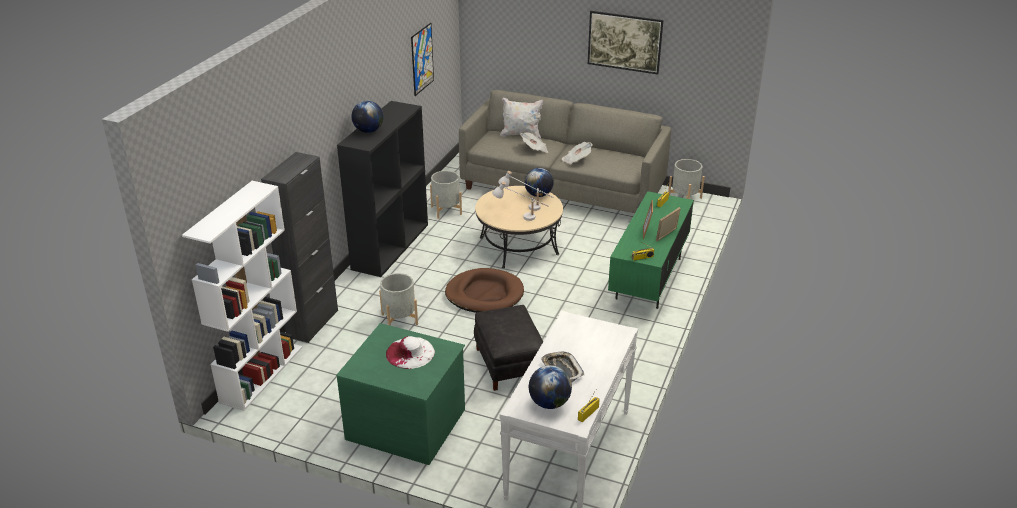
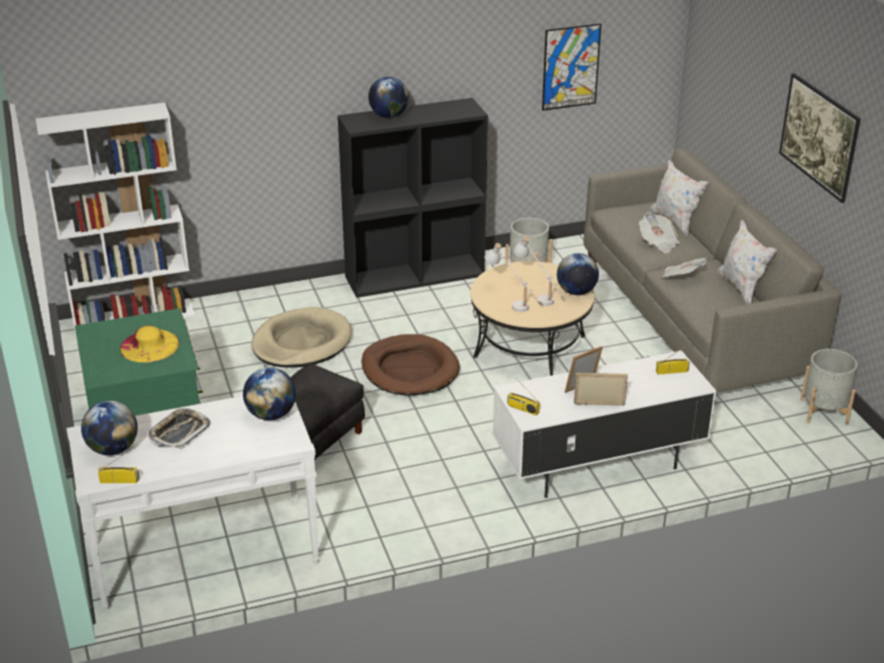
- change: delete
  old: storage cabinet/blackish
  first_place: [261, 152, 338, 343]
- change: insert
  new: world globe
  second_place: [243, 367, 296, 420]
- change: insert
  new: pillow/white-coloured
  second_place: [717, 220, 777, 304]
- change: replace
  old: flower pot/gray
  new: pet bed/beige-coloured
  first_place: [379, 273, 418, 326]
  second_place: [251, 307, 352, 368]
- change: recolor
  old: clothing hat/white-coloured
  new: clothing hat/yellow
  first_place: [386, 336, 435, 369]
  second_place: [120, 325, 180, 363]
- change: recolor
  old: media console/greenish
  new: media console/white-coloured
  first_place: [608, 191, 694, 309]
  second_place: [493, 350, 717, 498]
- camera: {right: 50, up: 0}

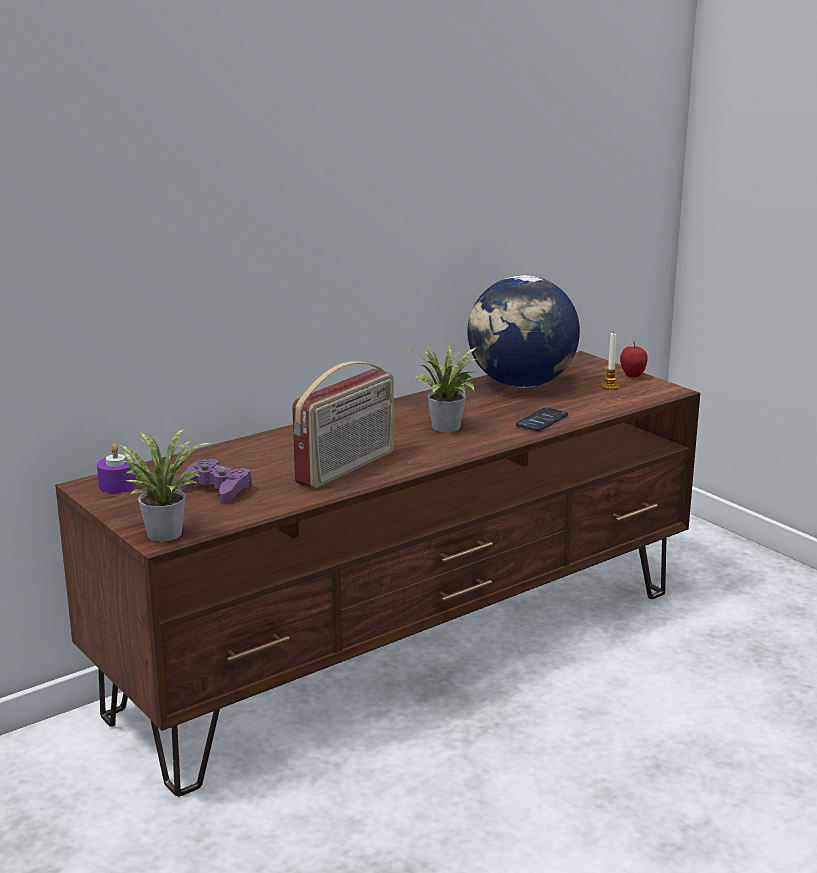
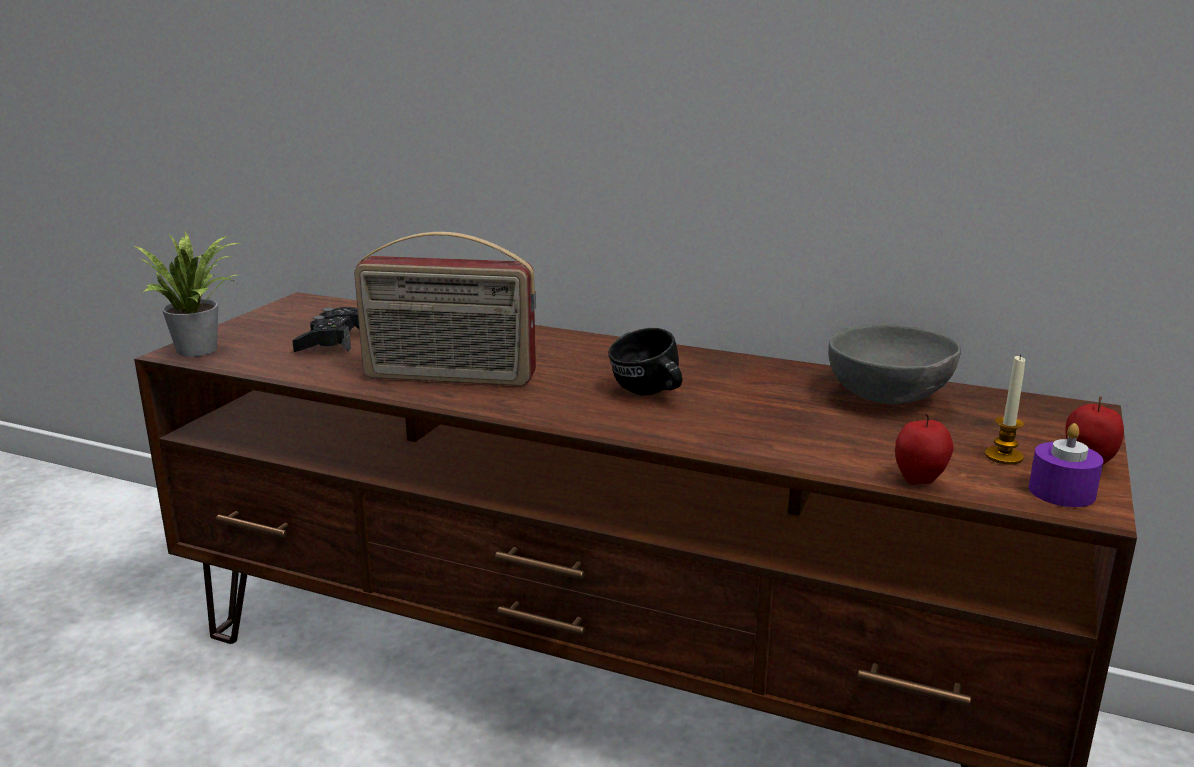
- change: delete
  old: handset
  first_place: [516, 408, 568, 431]
- change: insert
  new: whole apple
  second_place: [895, 414, 953, 485]
- change: move
  old: wax candle/purple
  first_place: [97, 444, 137, 493]
  second_place: [1029, 423, 1104, 507]
- change: replace
  old: houseplant
  new: tea mug/blackish
  first_place: [403, 343, 477, 432]
  second_place: [608, 328, 682, 396]
- change: replace
  old: world globe
  new: serving bowl/gray
  first_place: [467, 275, 580, 388]
  second_place: [828, 324, 961, 404]
- change: recolor
  old: joypad/purple
  new: joypad/blackish
  first_place: [180, 459, 252, 504]
  second_place: [292, 307, 359, 352]
- camera: {right: 60, up: 0}

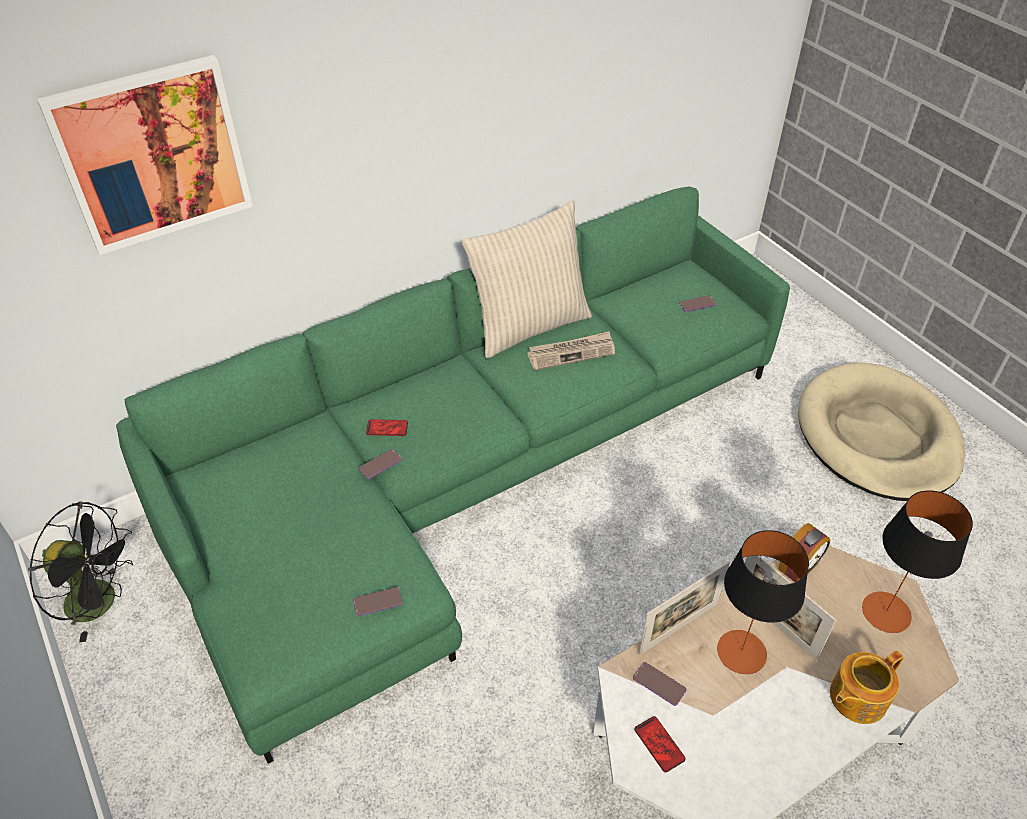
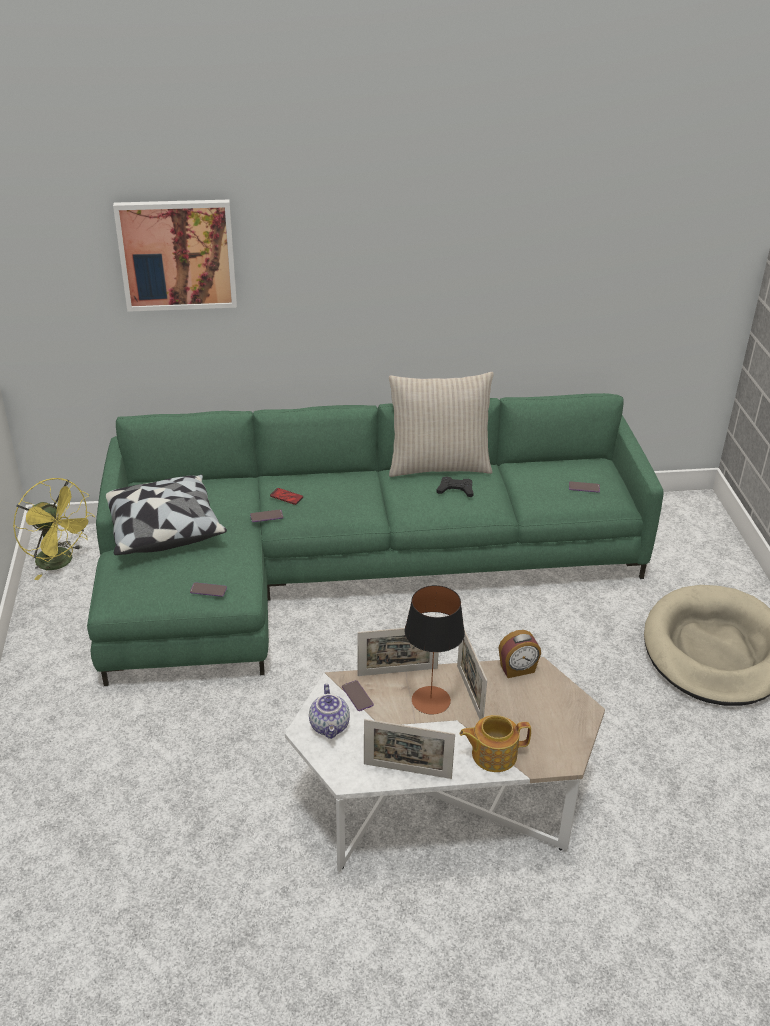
- change: delete
  old: tabletop lamp
  first_place: [862, 490, 973, 633]
- change: insert
  new: pillow
  second_place: [106, 474, 227, 555]
- change: insert
  new: picture frame
  second_place: [364, 719, 455, 779]
- change: replace
  old: printed paper
  new: joypad/blackish
  first_place: [527, 331, 615, 370]
  second_place: [436, 476, 474, 497]
- change: replace
  old: handset
  new: teapot
  first_place: [635, 716, 686, 772]
  second_place: [309, 684, 350, 739]
- change: recolor
  old: electric fan/blackish
  new: electric fan/yellow
  first_place: [28, 502, 133, 642]
  second_place: [13, 478, 95, 580]
- camera: {right: 25, up: -10}

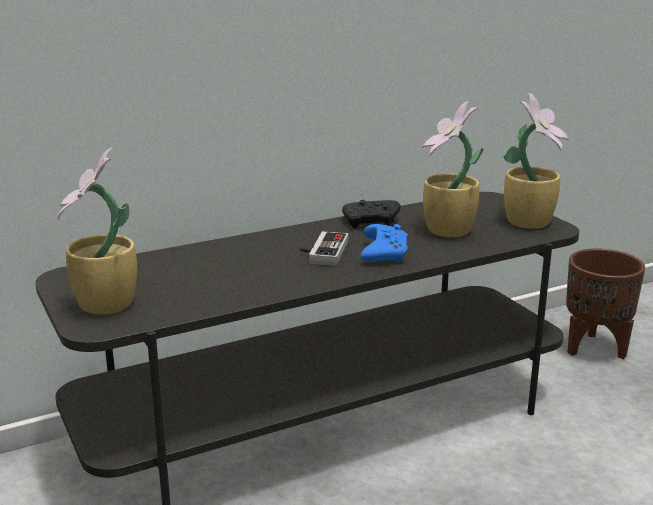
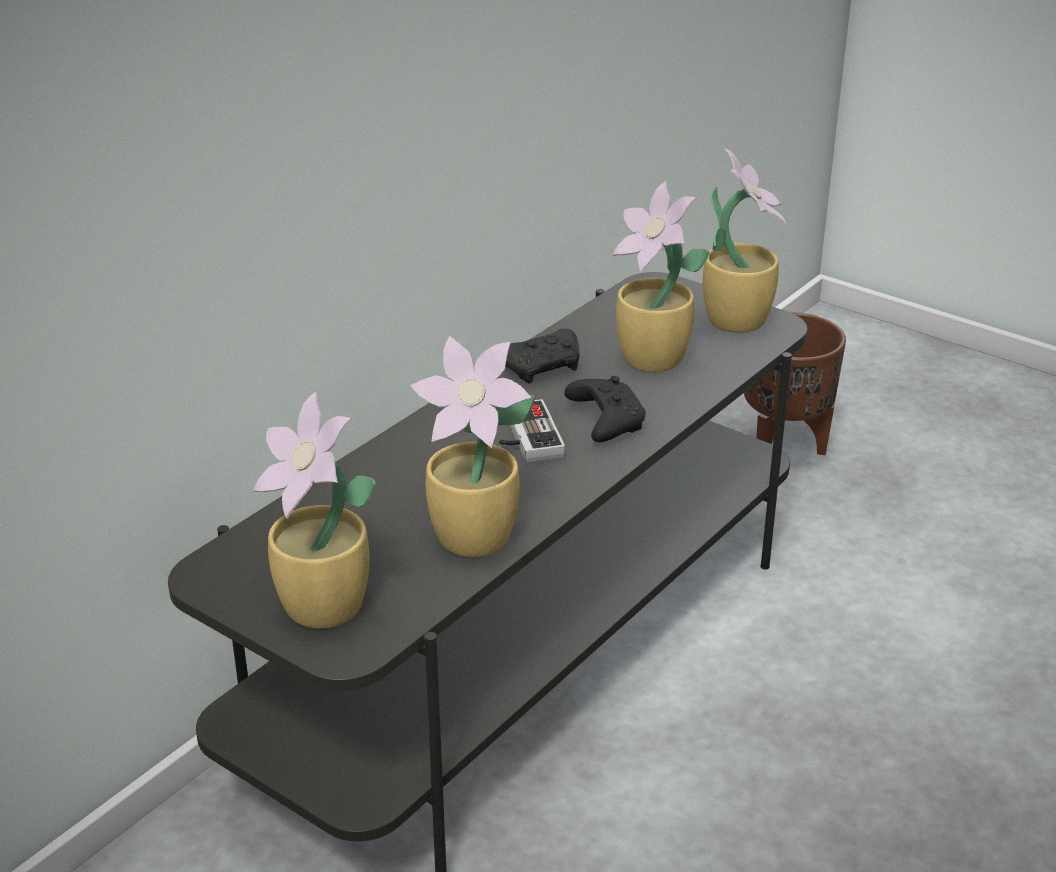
- change: insert
  new: houseplant
  second_place: [410, 336, 536, 557]
- change: recolor
  old: joypad/blue
  new: joypad/blackish
  first_place: [361, 224, 408, 262]
  second_place: [564, 376, 646, 442]
- camera: {right: -25, up: 10}

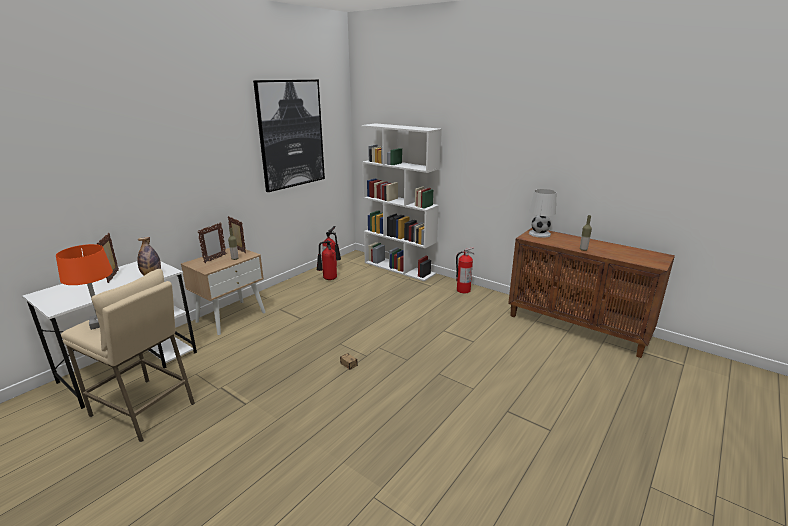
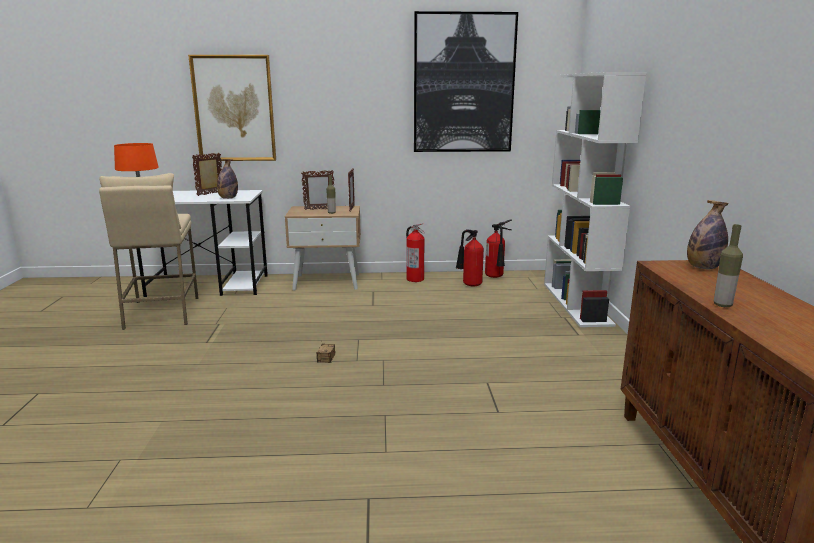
- change: insert
  new: wall picture
  second_place: [188, 55, 276, 161]
- change: move
  old: fire extinguisher
  first_place: [456, 247, 475, 293]
  second_place: [406, 224, 425, 282]
- change: replace
  old: tabletop lamp/white-coloured
  new: drink bottle
  first_place: [529, 189, 556, 238]
  second_place: [687, 200, 729, 269]
- camera: {right: 50, up: -5}

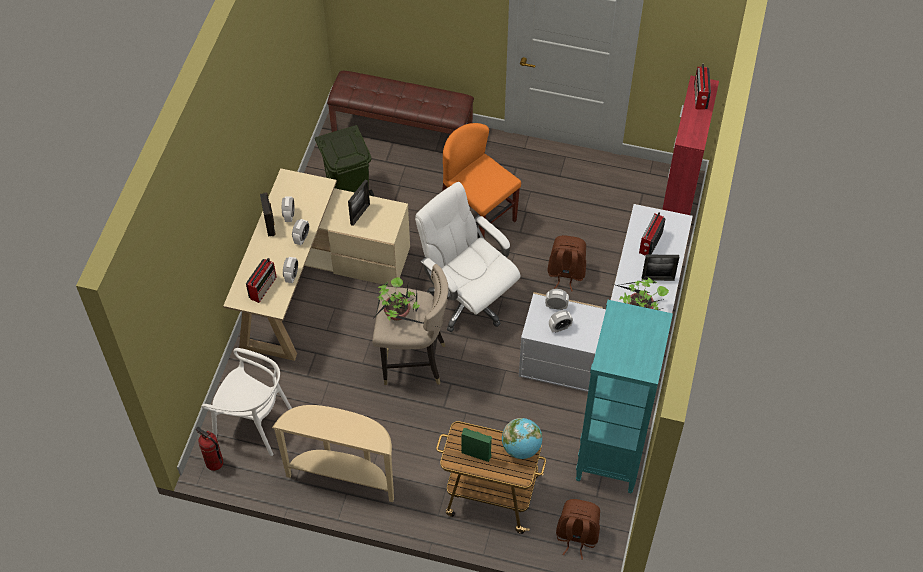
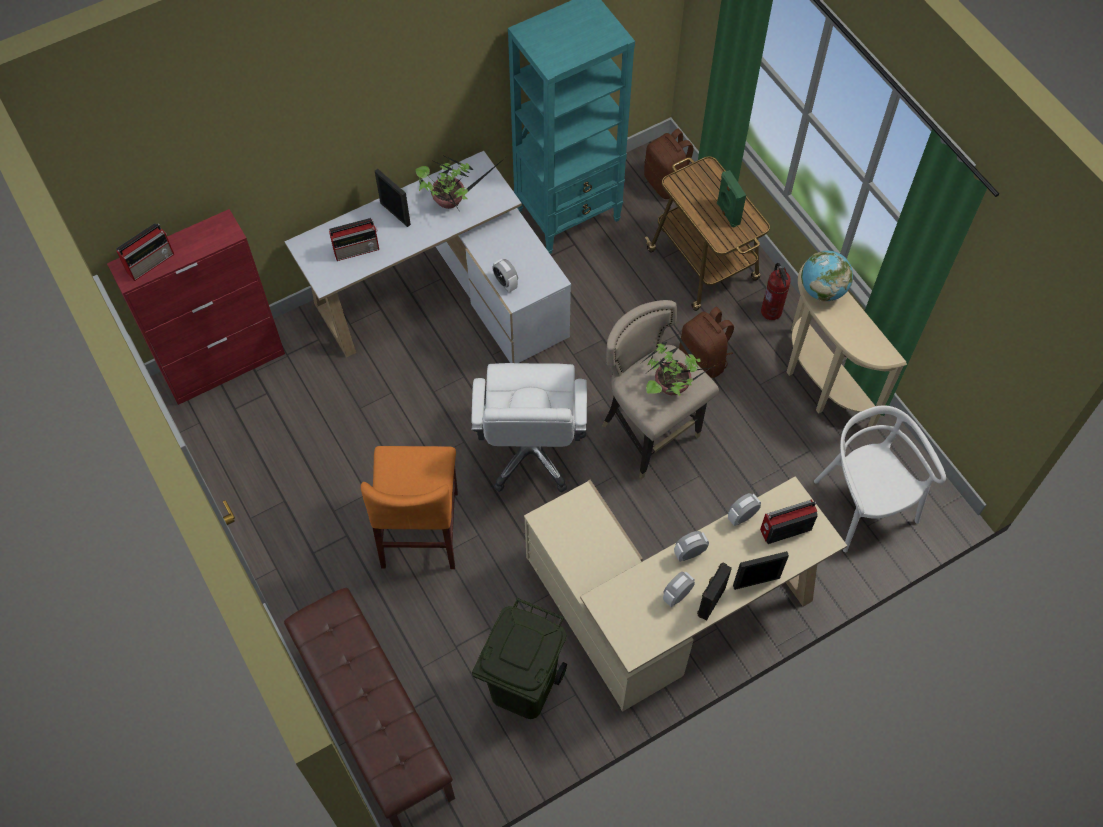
- change: delete
  old: bedside clock
  first_place: [549, 310, 573, 333]
- change: move
  old: fire extinguisher
  first_place: [196, 427, 224, 471]
  second_place: [761, 263, 791, 320]
- change: move
  old: picture frame
  first_place: [348, 180, 370, 226]
  second_place: [733, 551, 789, 590]
- change: move
  old: world globe
  first_place: [502, 418, 542, 459]
  second_place: [801, 251, 853, 301]
- change: move
  old: backpack/brown
  first_place: [548, 235, 586, 292]
  second_place: [679, 307, 734, 378]
- camera: {right: -135, up: 5}

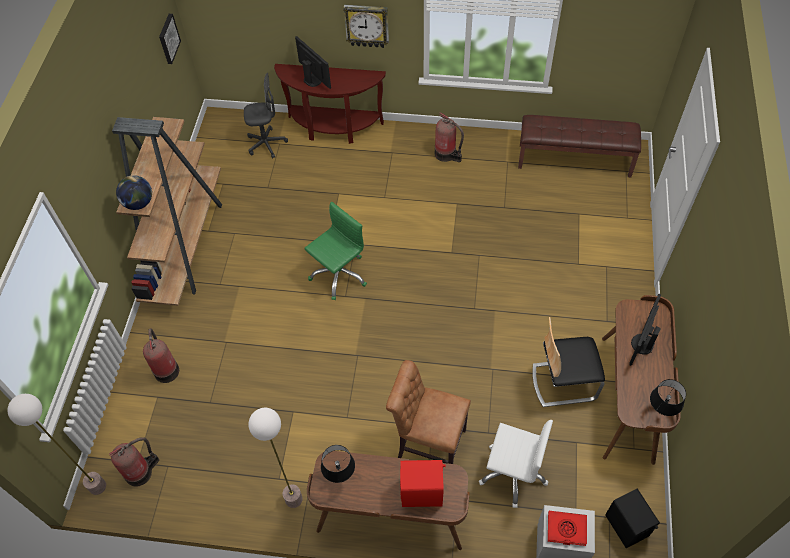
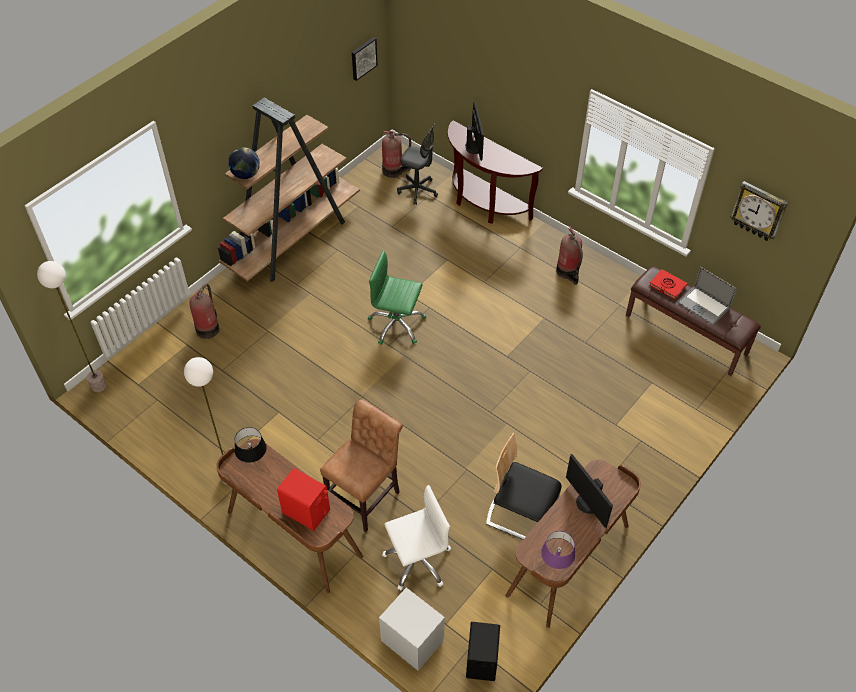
- change: insert
  new: portable computer
  second_place: [678, 267, 737, 325]
- change: move
  old: fire extinguisher
  first_place: [109, 437, 159, 487]
  second_place: [382, 131, 411, 178]
- change: move
  old: clock on the wall
  first_place: [343, 5, 389, 48]
  second_place: [730, 181, 788, 241]
- change: move
  old: volume/red
  first_place: [548, 511, 587, 546]
  second_place: [649, 269, 688, 299]
- change: recolor
  old: tabletop lamp/blackish
  new: tabletop lamp/purple
  first_place: [650, 379, 686, 416]
  second_place: [541, 531, 576, 569]
- change: rotate
  old: office chair/greenish
  first_place: [304, 202, 367, 300]
  second_place: [368, 251, 426, 345]
  degrees: -150
- change: rotate
  old: chair/brown
  first_place: [386, 360, 471, 464]
  second_place: [320, 399, 403, 532]
  degrees: 75
- change: rotate
  old: office chair/white-coloured
  first_place: [479, 420, 553, 508]
  second_place: [382, 485, 451, 591]
  degrees: -75
- change: rotate
  old: computer screen
  first_place: [629, 294, 661, 366]
  second_place: [566, 454, 613, 528]
  degrees: -90
- camera: {right: 30, up: -5}

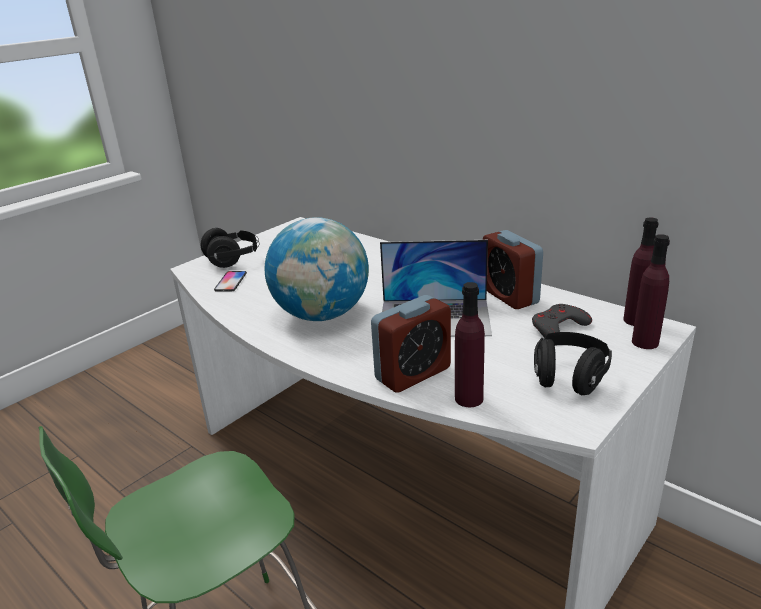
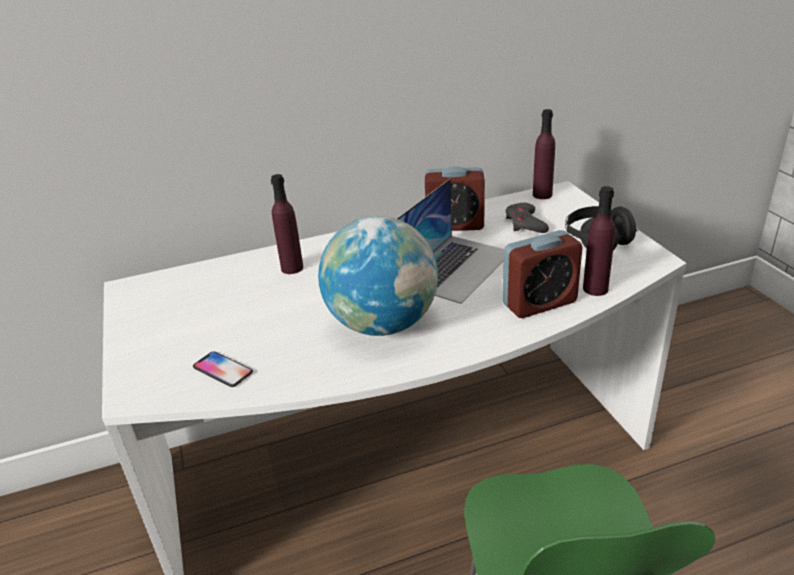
- change: delete
  old: headset/blackish
  first_place: [201, 228, 259, 268]
- change: move
  old: drink bottle/purple
  first_place: [632, 234, 670, 349]
  second_place: [271, 174, 303, 274]
- change: rotate
  old: bedside clock
  first_place: [371, 295, 451, 392]
  second_place: [502, 230, 582, 318]
  degrees: 75
- camera: {right: -60, up: 5}

